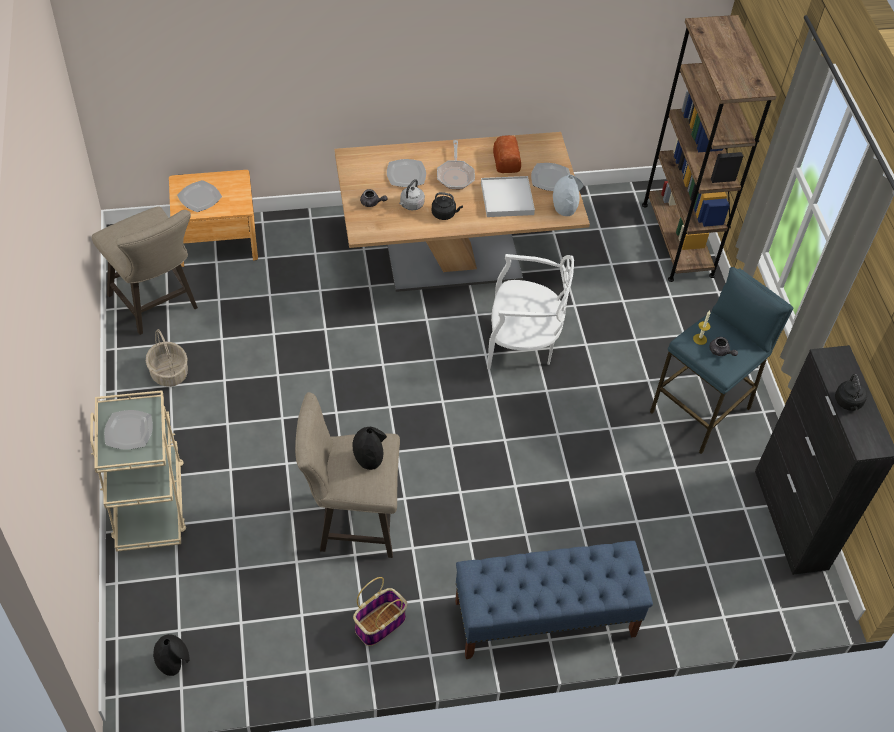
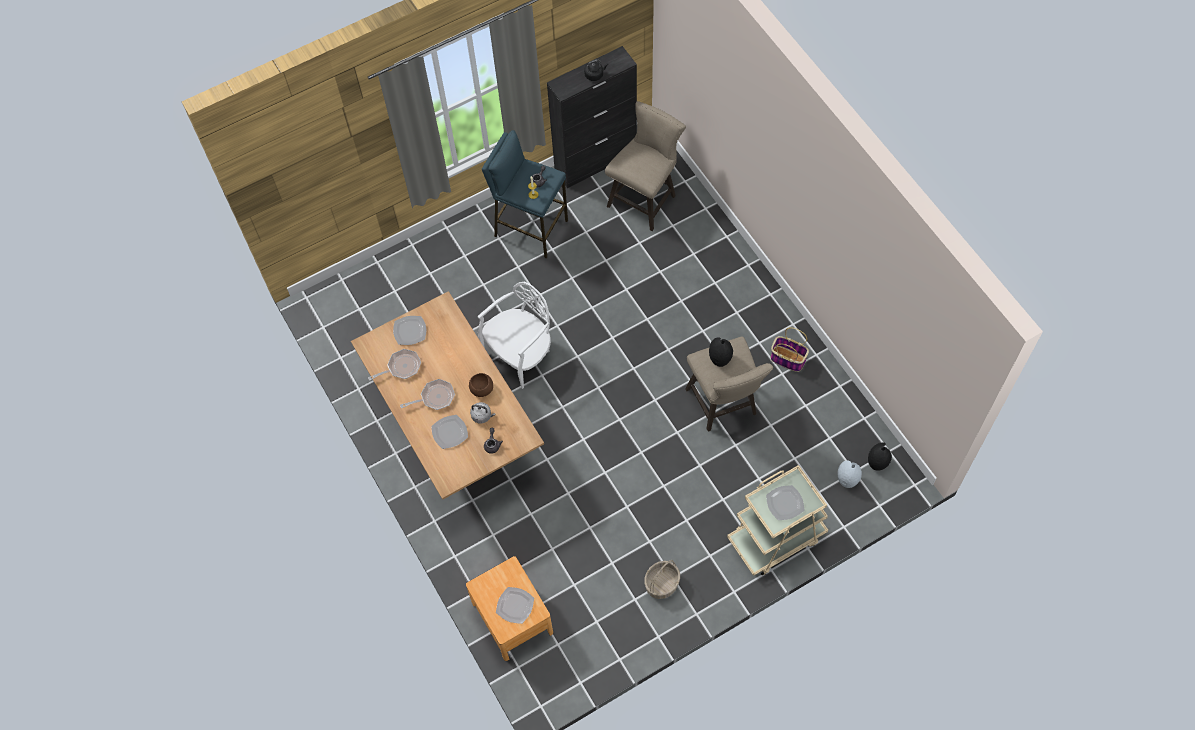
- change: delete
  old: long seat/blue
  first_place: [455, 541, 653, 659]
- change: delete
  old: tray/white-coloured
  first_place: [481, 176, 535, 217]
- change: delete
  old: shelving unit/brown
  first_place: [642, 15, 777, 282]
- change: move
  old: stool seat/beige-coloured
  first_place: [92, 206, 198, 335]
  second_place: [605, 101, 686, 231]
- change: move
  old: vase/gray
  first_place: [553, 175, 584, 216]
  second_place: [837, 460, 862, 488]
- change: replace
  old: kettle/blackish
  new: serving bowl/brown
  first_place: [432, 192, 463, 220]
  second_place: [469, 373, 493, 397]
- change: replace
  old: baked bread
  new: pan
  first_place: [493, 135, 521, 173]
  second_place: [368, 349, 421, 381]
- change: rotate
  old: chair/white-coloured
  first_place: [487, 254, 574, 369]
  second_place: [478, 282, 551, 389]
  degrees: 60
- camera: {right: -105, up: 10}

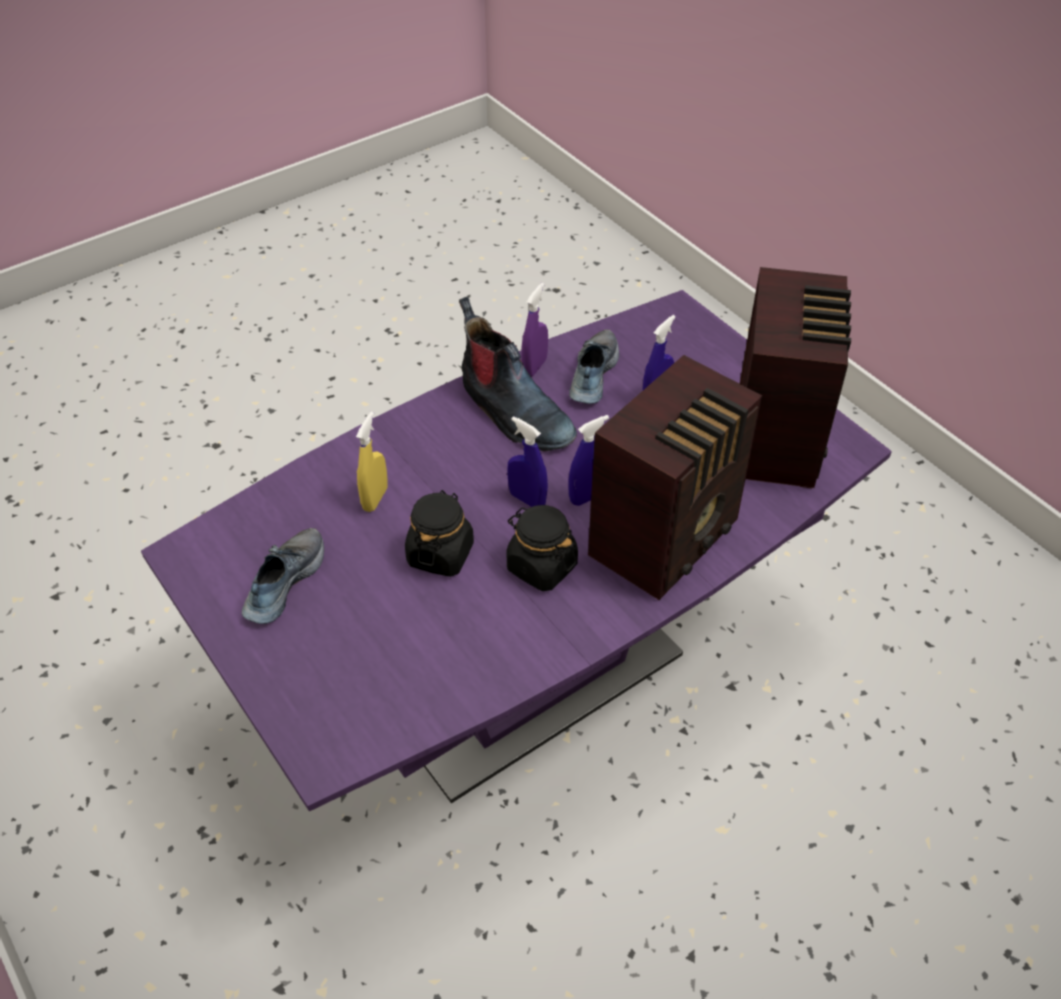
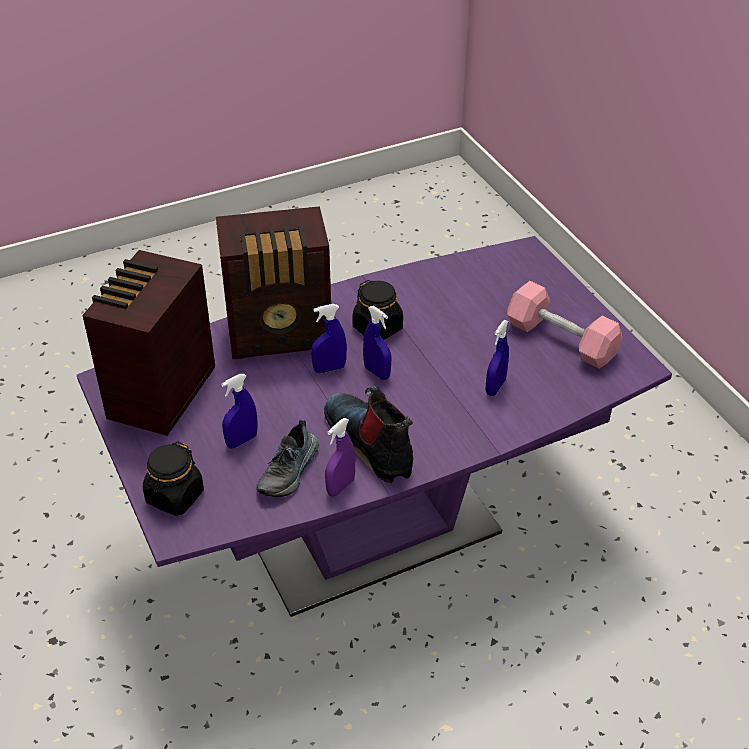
- change: move
  old: jar/blackish
  first_place: [405, 490, 474, 577]
  second_place: [143, 441, 204, 516]
- change: replace
  old: low shoe
  new: dumbbell/pinkish
  first_place: [242, 528, 324, 624]
  second_place: [507, 281, 622, 369]
- change: recolor
  old: spray bottle/yellow
  new: spray bottle/blue
  first_place: [356, 412, 388, 512]
  second_place: [486, 320, 509, 396]
- change: rotate
  old: radio receiver
  first_place: [588, 355, 762, 600]
  second_place: [216, 206, 331, 359]
  degrees: -150
- camera: {right: -170, up: -5}

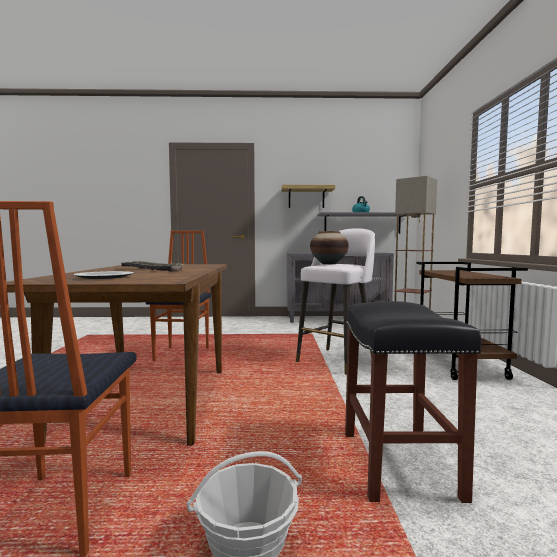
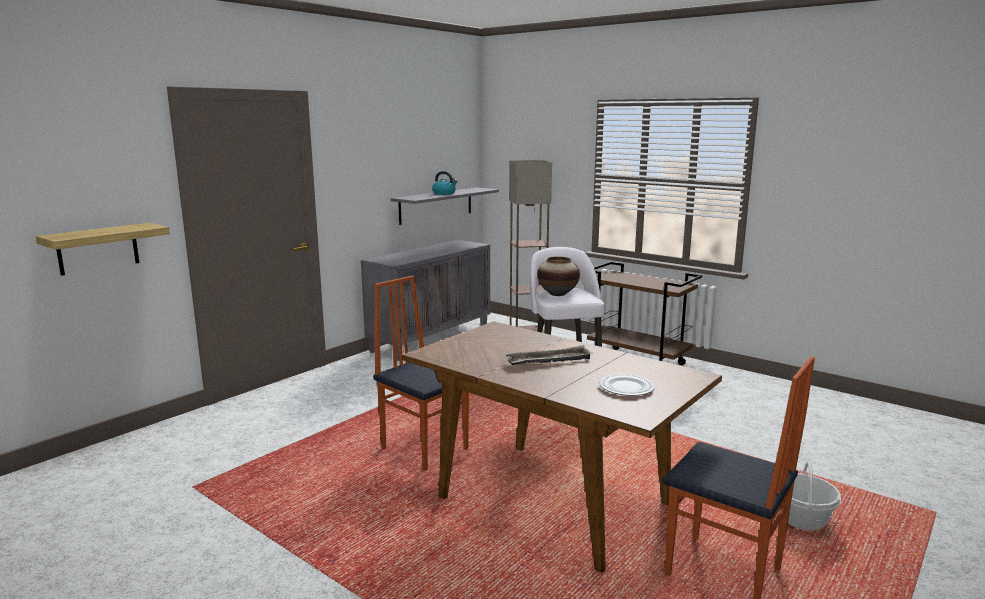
- change: delete
  old: stool seat/blackish
  first_place: [345, 301, 481, 503]
- change: move
  old: bracket shelf
  first_place: [281, 185, 335, 208]
  second_place: [36, 223, 170, 276]
- camera: {right: -50, up: 10}

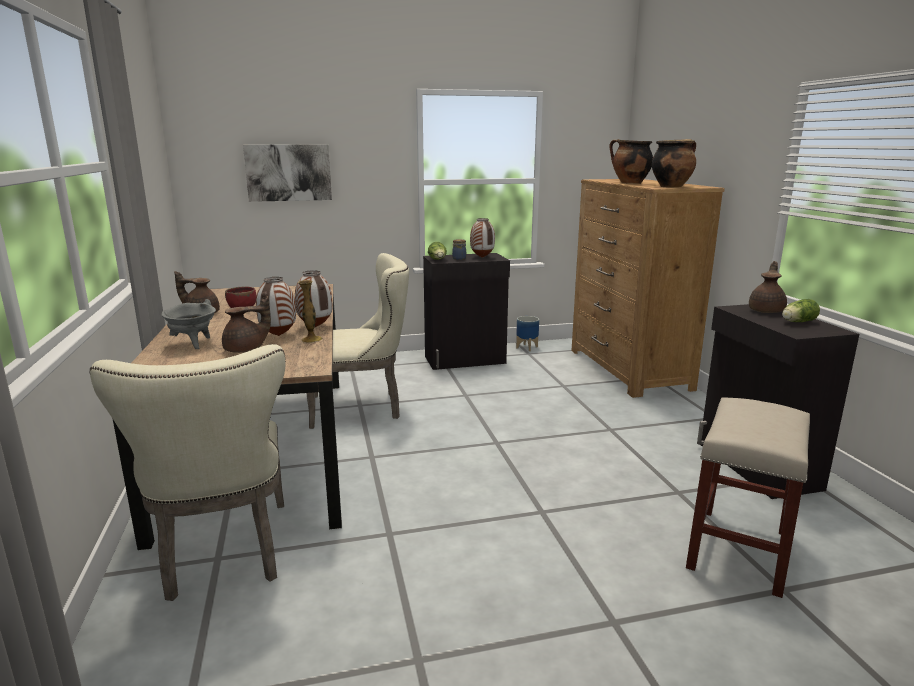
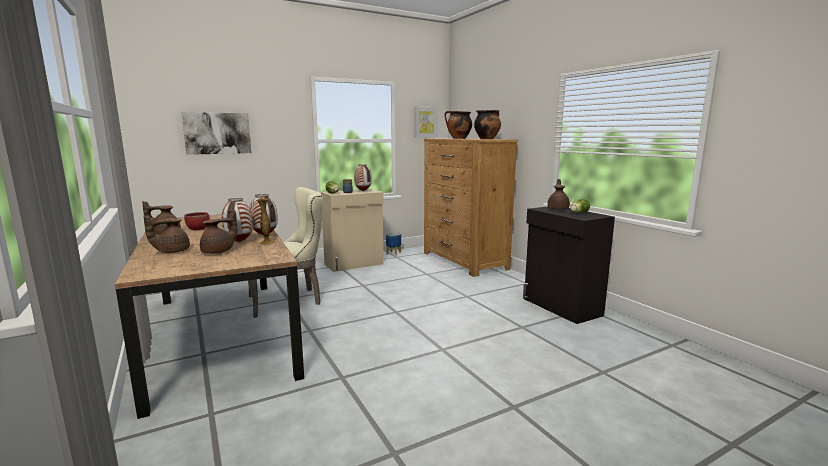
- change: delete
  old: chair/beige-coloured
  first_place: [90, 344, 286, 601]
- change: delete
  old: stool seat/beige-coloured
  first_place: [686, 397, 810, 598]
- change: insert
  new: wall picture
  second_place: [414, 106, 438, 138]
- change: replace
  old: stockpot/gray
  new: teapot/brown
  first_place: [162, 299, 216, 349]
  second_place: [143, 216, 190, 253]
- change: recolor
  old: storage cabinet/blackish
  new: storage cabinet/beige-coloured
  first_place: [423, 253, 510, 370]
  second_place: [321, 189, 384, 272]
- camera: {right: -15, up: -5}

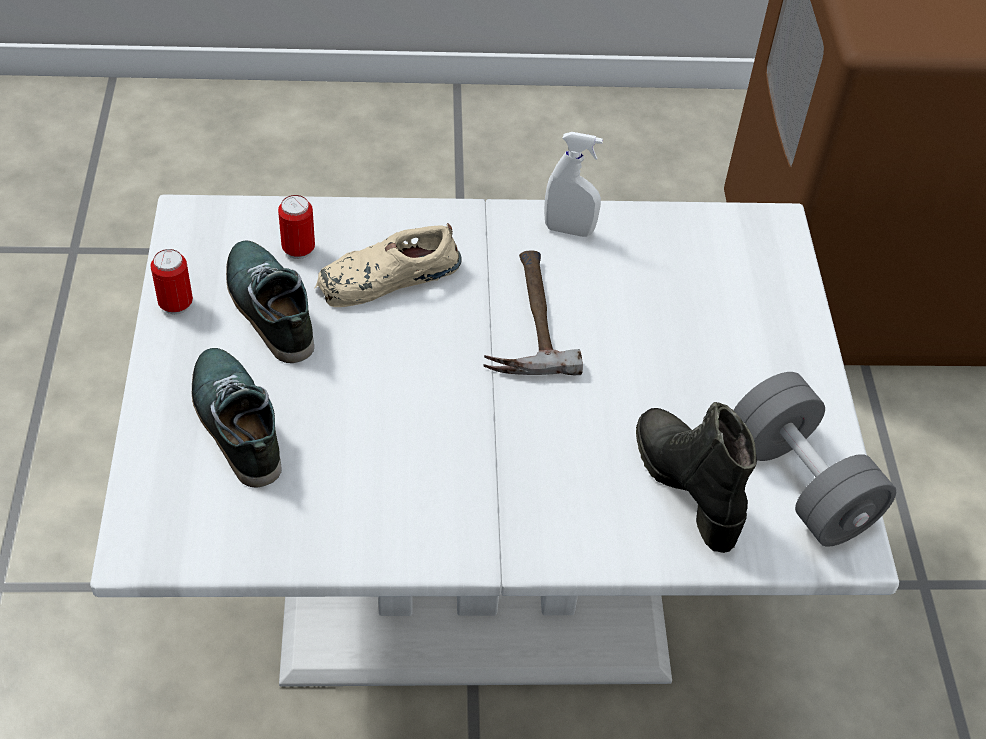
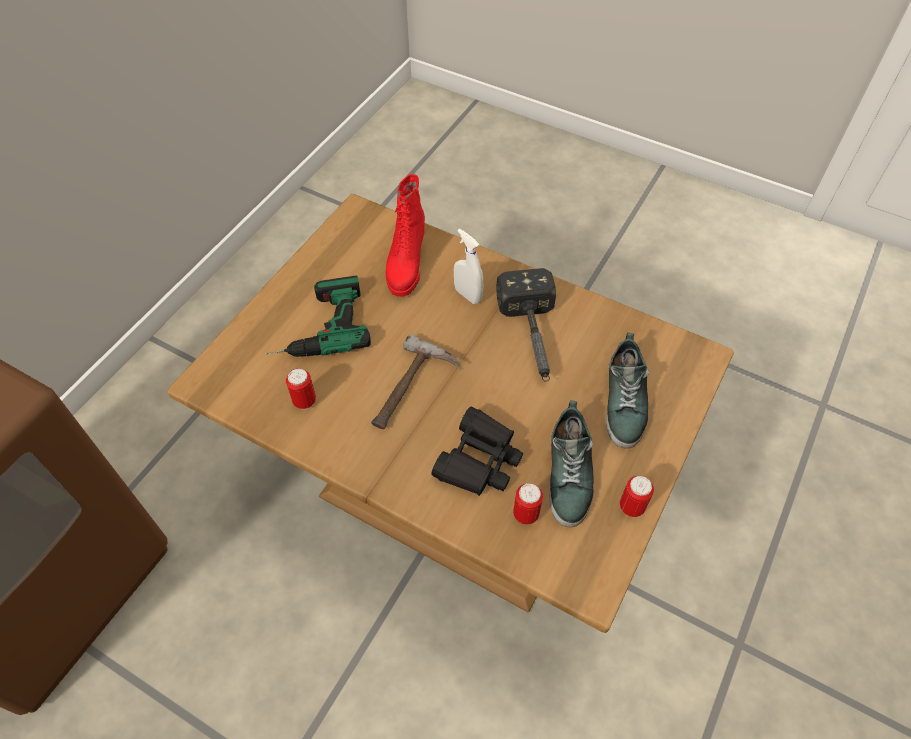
- change: delete
  old: dumbbell/gray
  first_place: [733, 372, 896, 546]
- change: insert
  new: electric drill
  second_place: [266, 276, 371, 357]
- change: insert
  new: metal can
  second_place: [286, 368, 316, 409]
- change: insert
  new: hand hammer
  second_place: [496, 268, 556, 382]
- change: move
  old: spray bottle/white-coloured
  first_place: [544, 132, 603, 237]
  second_place: [454, 229, 483, 304]
- change: replace
  old: low shoe/beige-coloured
  new: binoculars/blackish
  first_place: [313, 223, 462, 307]
  second_place: [431, 407, 523, 496]
- change: recolor
  old: dining table/white-coloured
  new: dining table/brown
  first_place: [90, 195, 899, 687]
  second_place: [167, 194, 734, 633]
- change: recolor
  old: boot/blackish
  new: boot/red
  first_place: [636, 402, 757, 553]
  second_place: [386, 174, 425, 297]
- camera: {right: -145, up: 5}

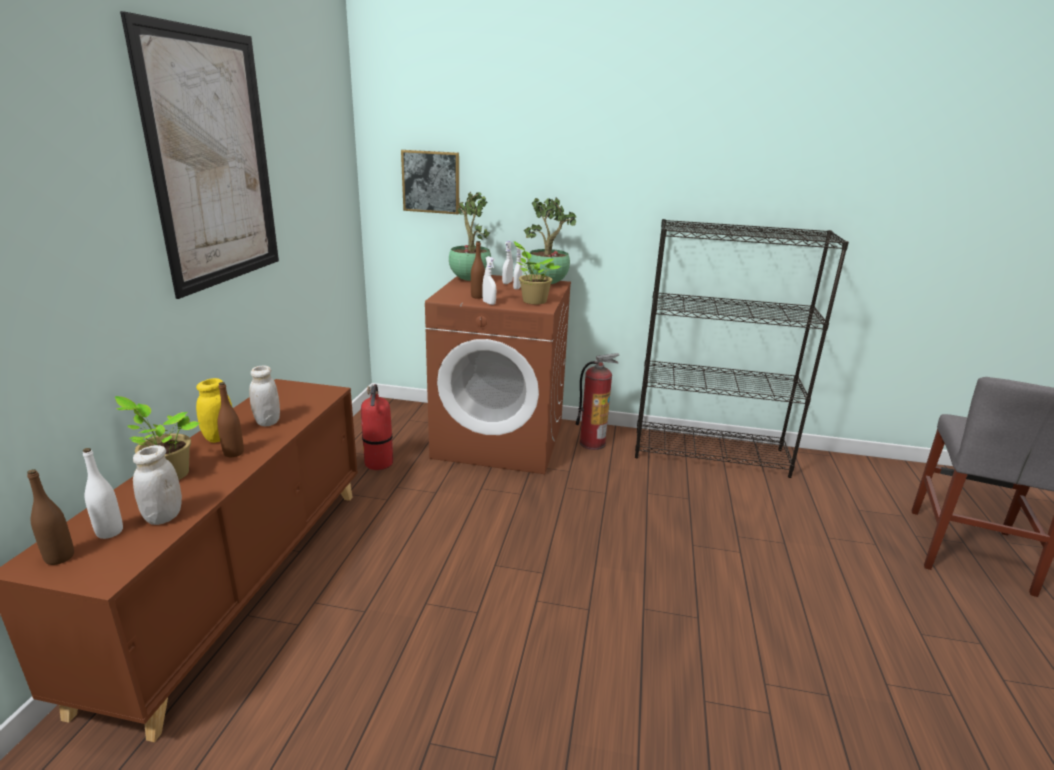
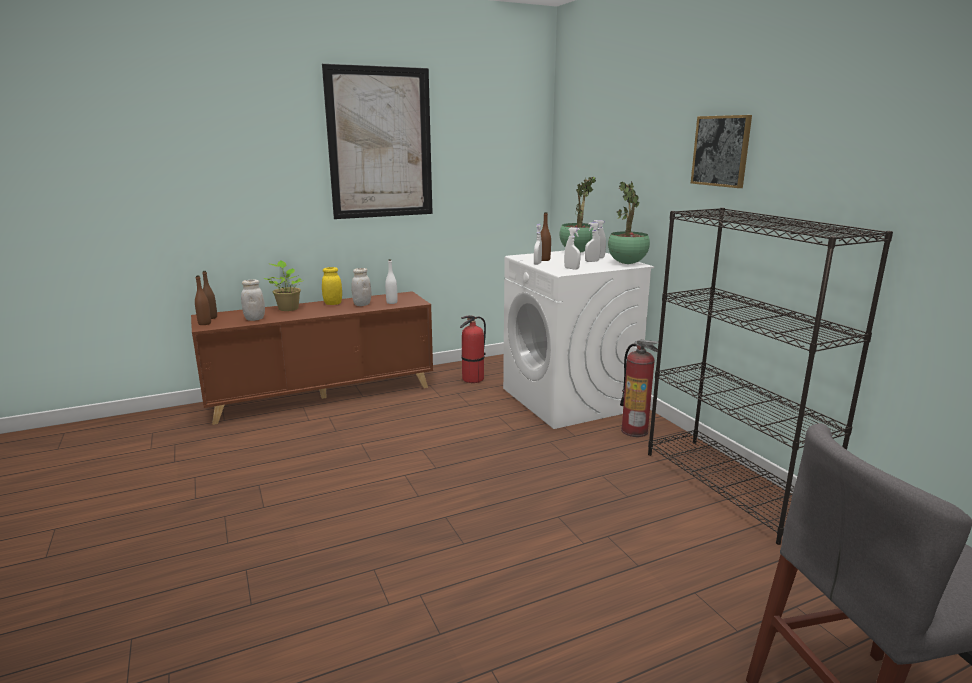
- change: move
  old: drink bottle/white-coloured
  first_place: [83, 448, 123, 539]
  second_place: [385, 259, 398, 304]
- change: move
  old: drink bottle/brown
  first_place: [217, 382, 244, 457]
  second_place: [195, 275, 211, 325]
- change: move
  old: wall picture
  first_place: [401, 150, 459, 214]
  second_place: [691, 115, 752, 188]
- change: replace
  old: houseplant
  new: spray bottle/white-coloured
  first_place: [514, 241, 561, 305]
  second_place: [564, 227, 581, 270]
- change: recolor
  old: washing machine/brown
  new: washing machine/white-coloured
  first_place: [425, 275, 571, 474]
  second_place: [503, 251, 654, 429]
- camera: {right: 55, up: -5}

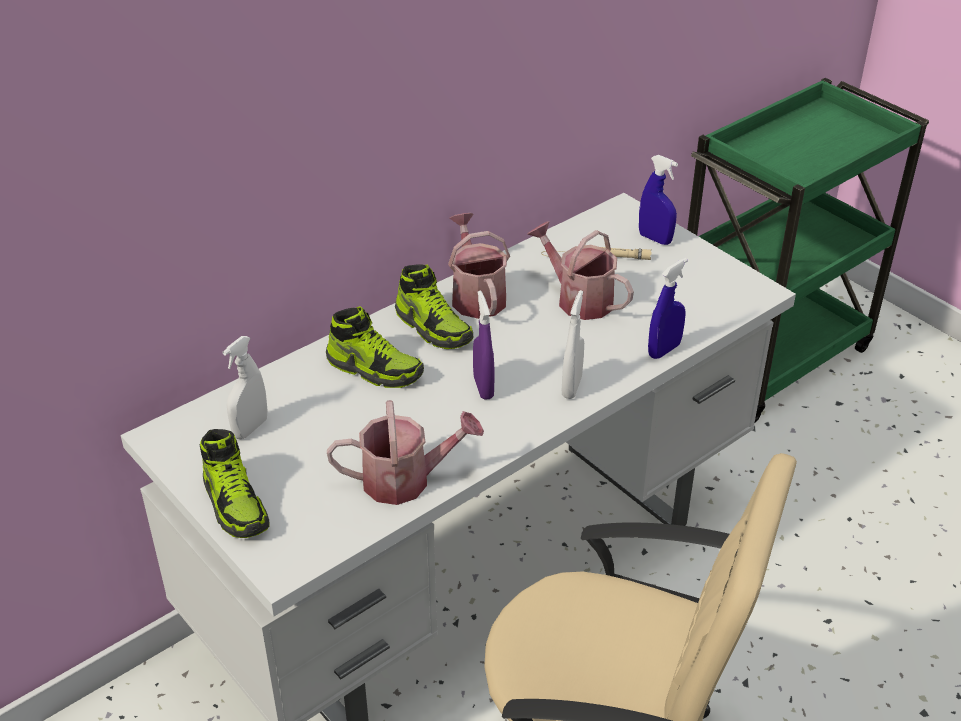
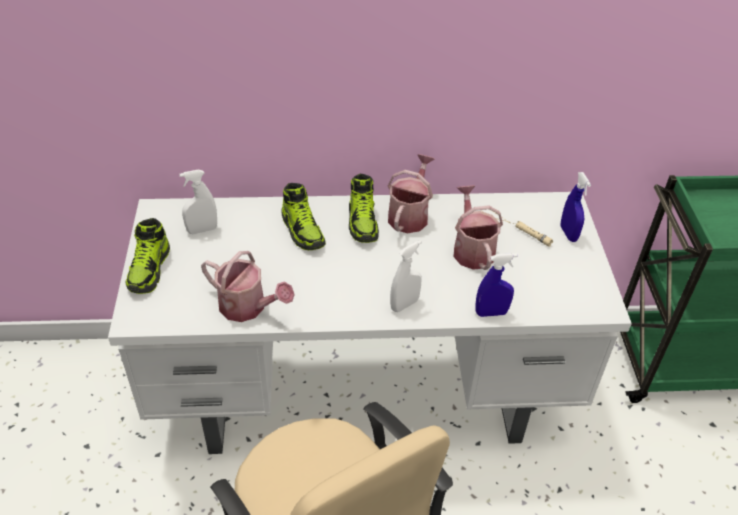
- change: delete
  old: spray bottle/purple
  first_place: [473, 291, 494, 400]
- camera: {right: 35, up: 5}

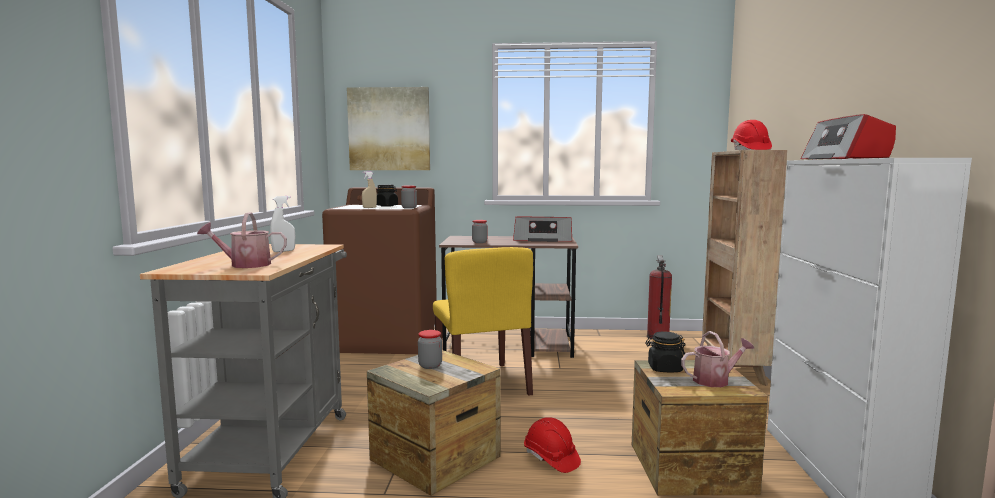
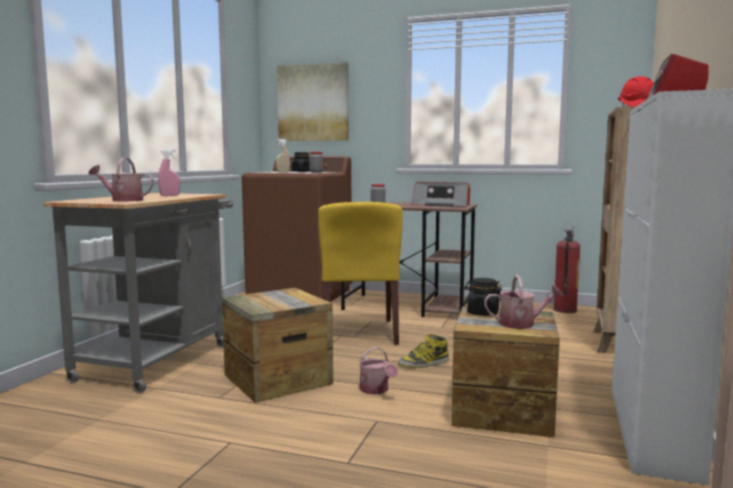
- change: delete
  old: jar
  first_place: [418, 330, 442, 369]
- change: insert
  new: boot
  second_place: [398, 334, 449, 368]
- change: replace
  old: hard hat/red
  new: watering can
  first_place: [524, 417, 581, 473]
  second_place: [359, 347, 398, 394]
- change: recolor
  old: spray bottle/white-coloured
  new: spray bottle/pinkish
  first_place: [270, 196, 295, 252]
  second_place: [158, 149, 180, 196]
- camera: {right: 15, up: 0}

